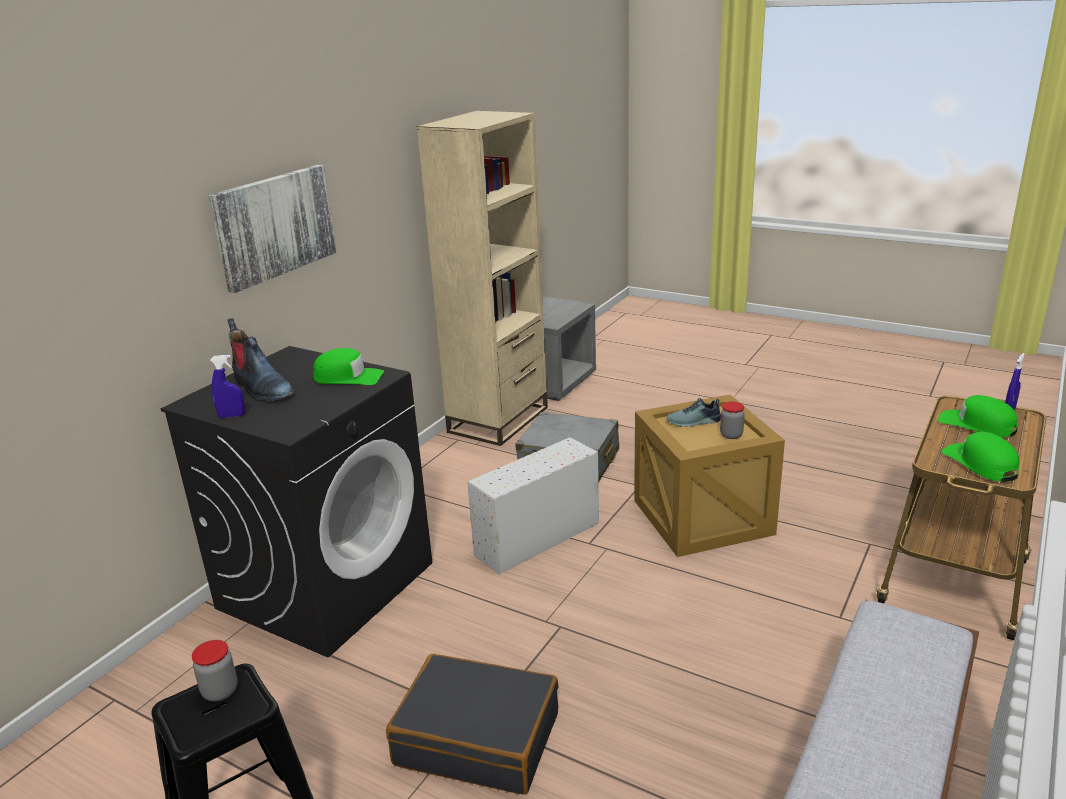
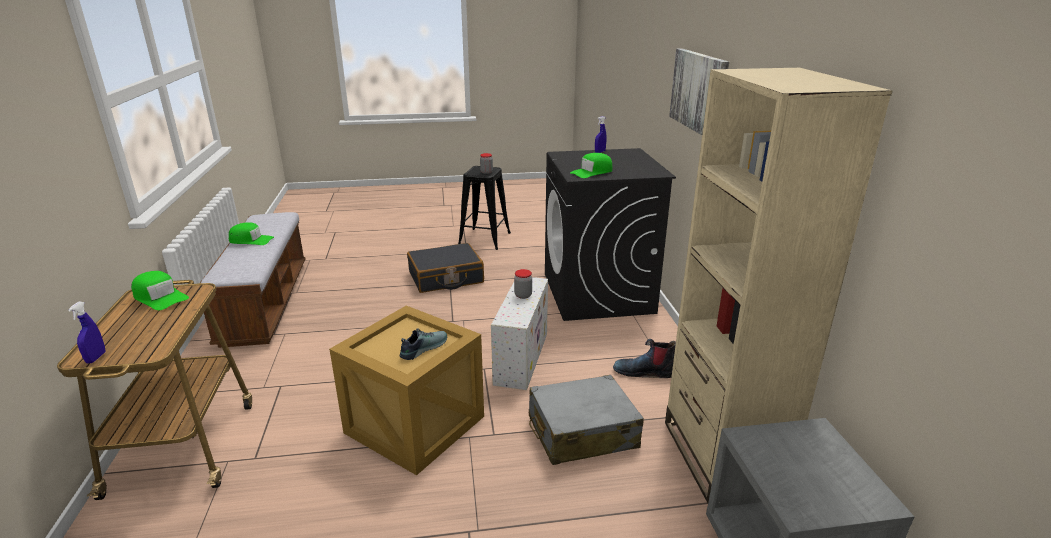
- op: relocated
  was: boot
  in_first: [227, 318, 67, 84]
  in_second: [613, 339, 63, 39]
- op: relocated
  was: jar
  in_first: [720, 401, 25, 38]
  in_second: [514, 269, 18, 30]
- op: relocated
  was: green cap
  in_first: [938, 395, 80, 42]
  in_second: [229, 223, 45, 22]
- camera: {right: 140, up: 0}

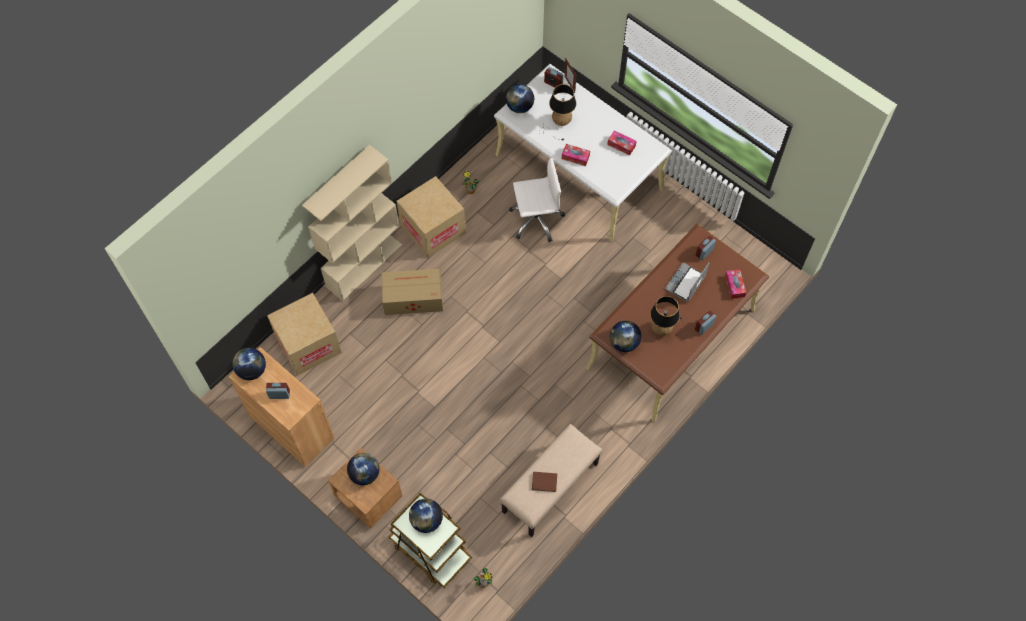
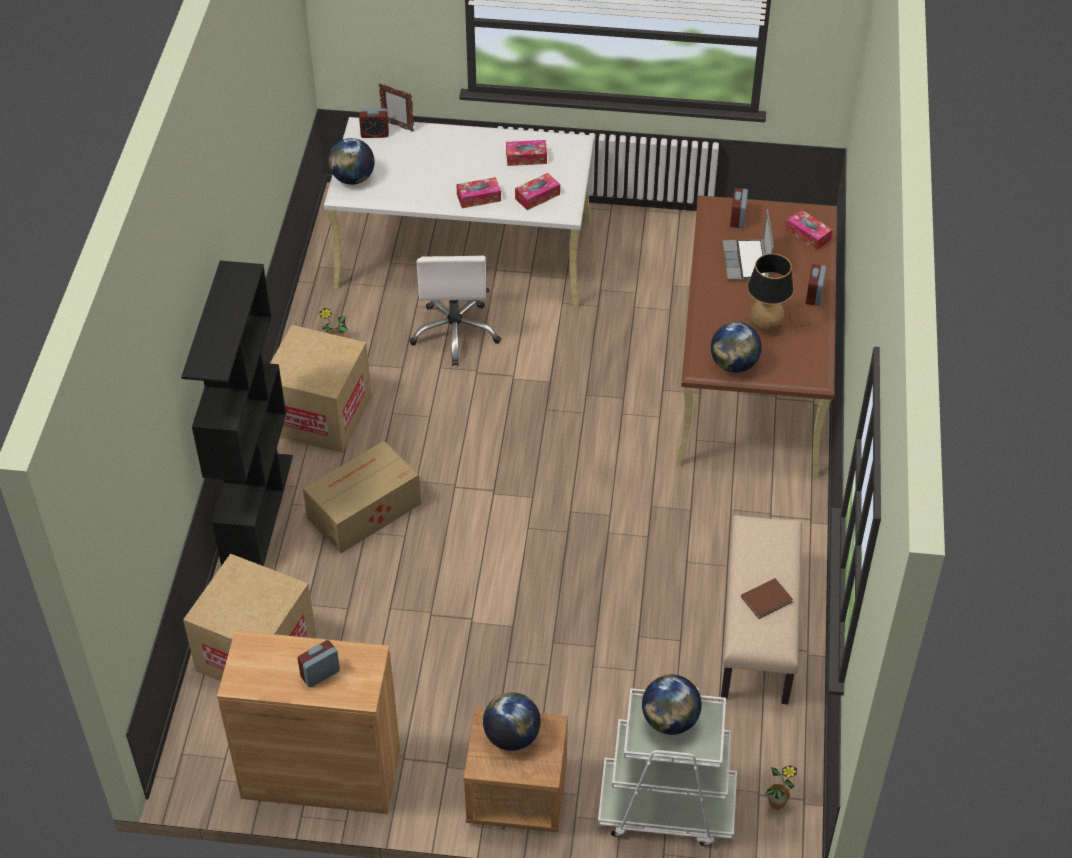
- op: missing
  was: globe
  in_first: [232, 348, 34, 32]
- op: missing
  was: table lamp
  in_first: [539, 84, 37, 56]
- op: appeared
  now: tissue box
  in_second: [515, 173, 45, 37]
- op: colour
  was: beige bookcase
  now: black bookcase
  in_first: [302, 145, 100, 156]
  in_second: [181, 261, 112, 305]
- op: colour
  was: brown cart
  now: white cart
  in_first: [389, 493, 83, 95]
  in_second: [598, 687, 139, 159]
- op: spun
  was: white office chair
  in_first: [509, 158, 56, 84]
  in_second: [409, 255, 92, 111]
  clockwise: 135
- camera: {right: -35, up: -15}

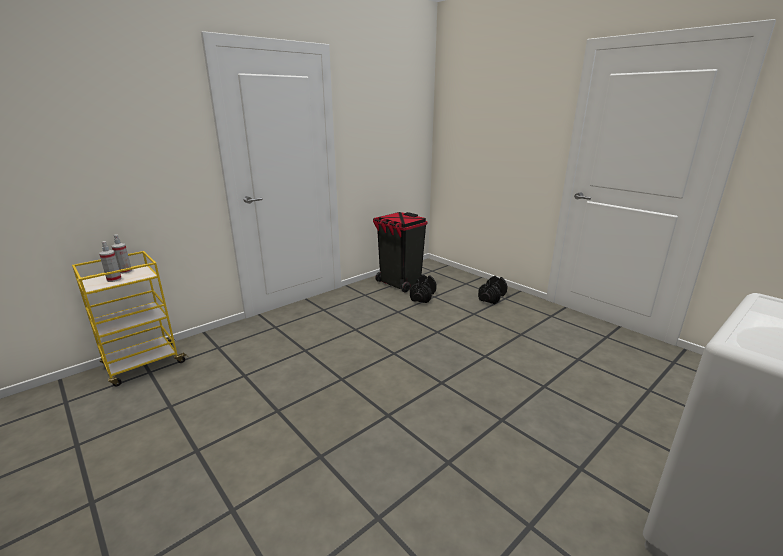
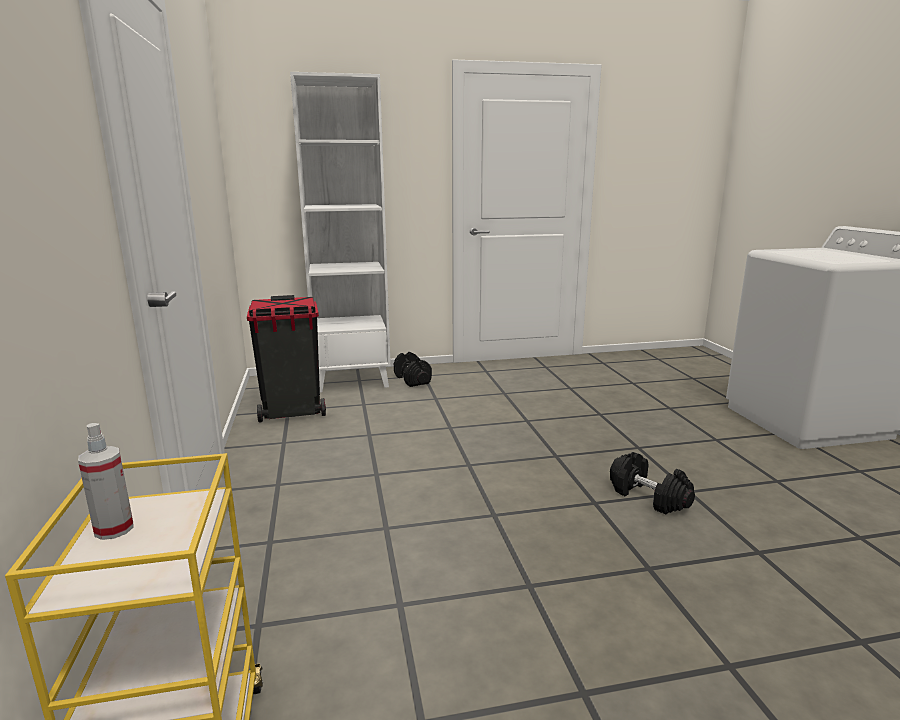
- op: missing
  was: spray bottle
  in_first: [99, 241, 22, 41]
- op: appeared
  now: white bookcase
  in_second: [290, 72, 101, 320]
- op: relocated
  was: black dumbbell
  in_first: [410, 275, 27, 28]
  in_second: [610, 452, 85, 62]
- camera: {right: -60, up: -5}

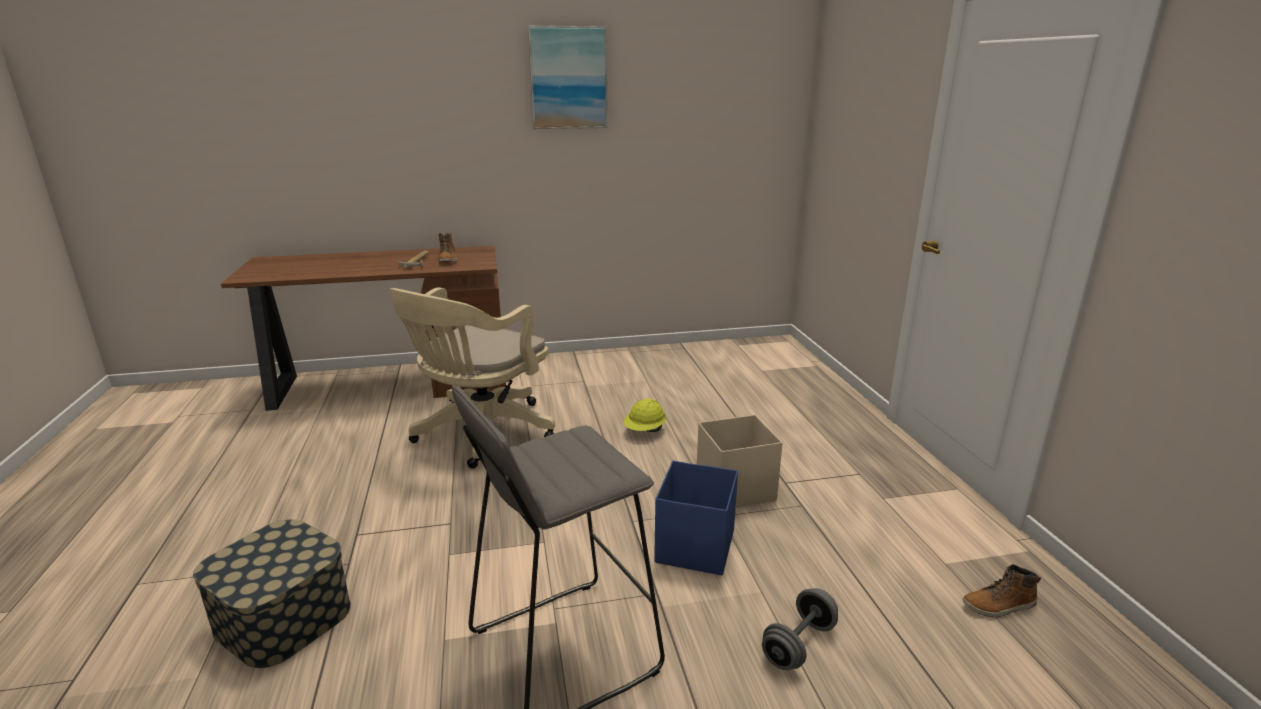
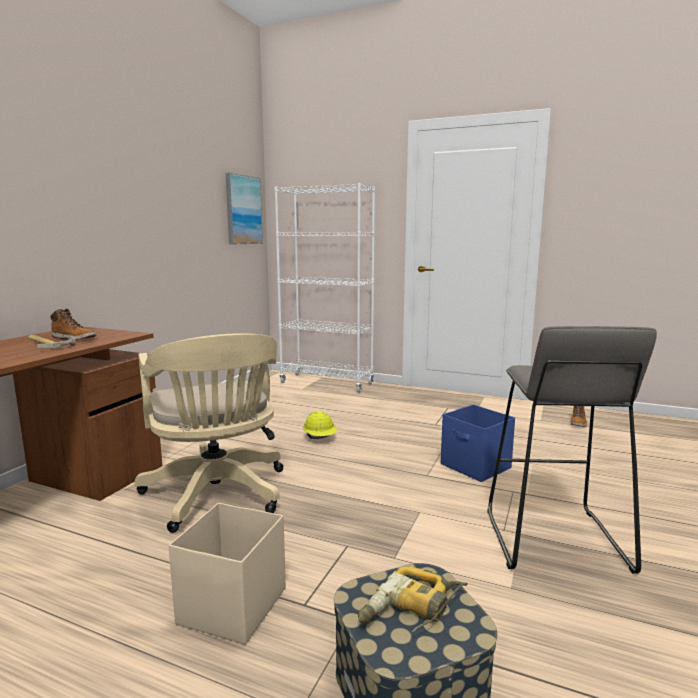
- op: missing
  was: grey dumbbell
  in_first: [762, 588, 76, 82]
- op: appeared
  now: white bookcase
  in_second: [274, 183, 101, 210]
- op: appeared
  now: power drill
  in_second: [358, 566, 110, 67]
- op: relocated
  was: picture
  in_first: [528, 26, 80, 103]
  in_second: [225, 173, 38, 72]
- op: relocated
  was: beige storage box
  in_first: [697, 415, 85, 92]
  in_second: [168, 503, 118, 142]
- camera: {right: -55, up: -10}

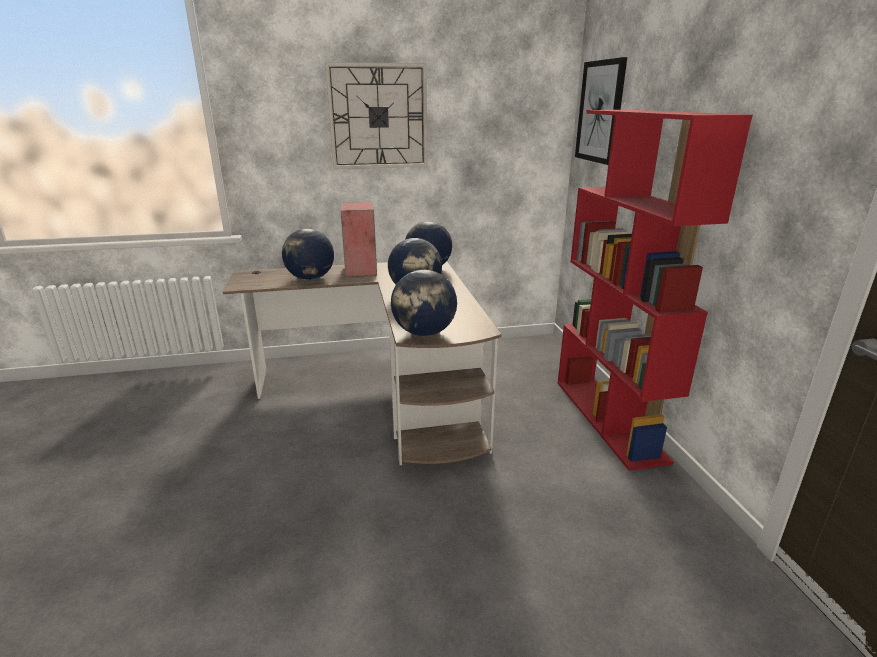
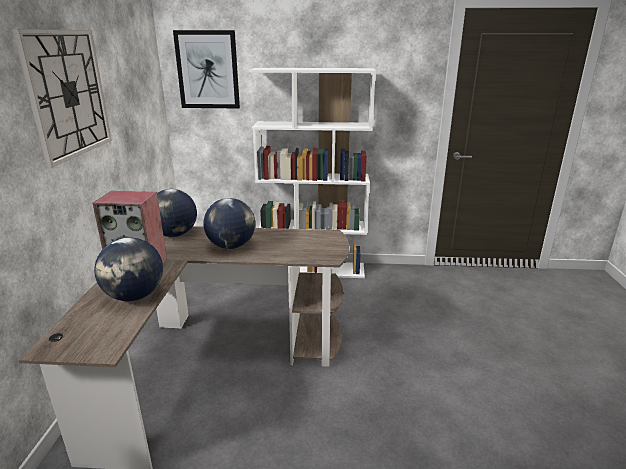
- op: missing
  was: globe
  in_first: [391, 270, 66, 66]
- op: colour
  was: red bookcase
  now: white bookcase
  in_first: [558, 110, 195, 361]
  in_second: [249, 68, 127, 210]
- camera: {right: -75, up: 0}

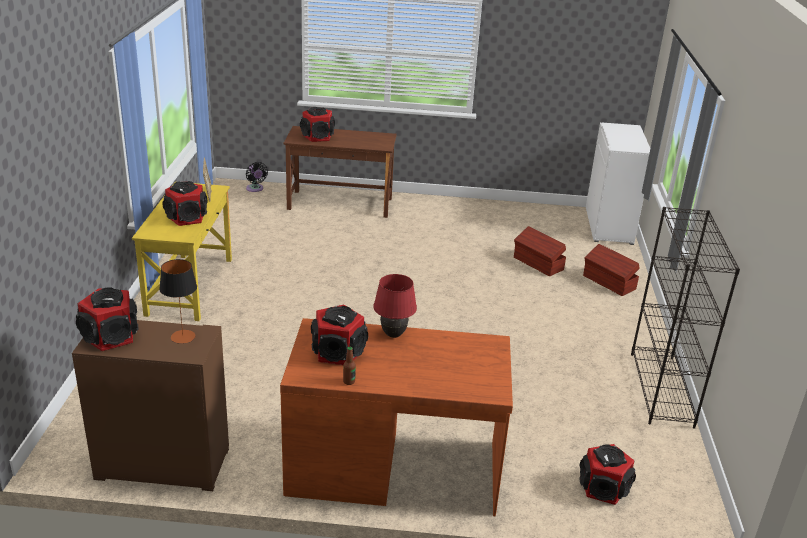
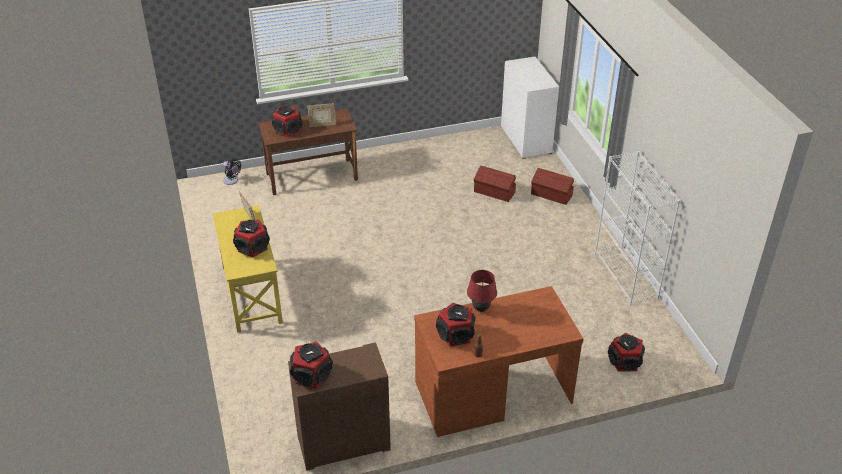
- op: missing
  was: table lamp
  in_first: [159, 259, 38, 85]
- op: appeared
  now: picture frame
  in_second: [307, 103, 29, 24]
- op: colour
  was: black bookcase
  now: white bookcase
  in_first: [631, 207, 109, 222]
  in_second: [595, 151, 86, 155]
- camera: {right: -20, up: 10}

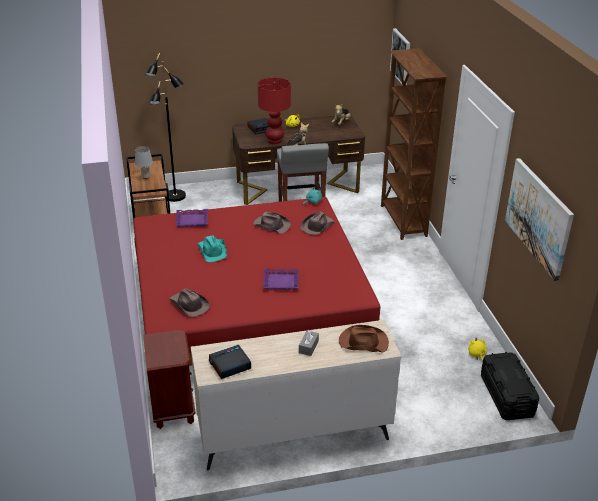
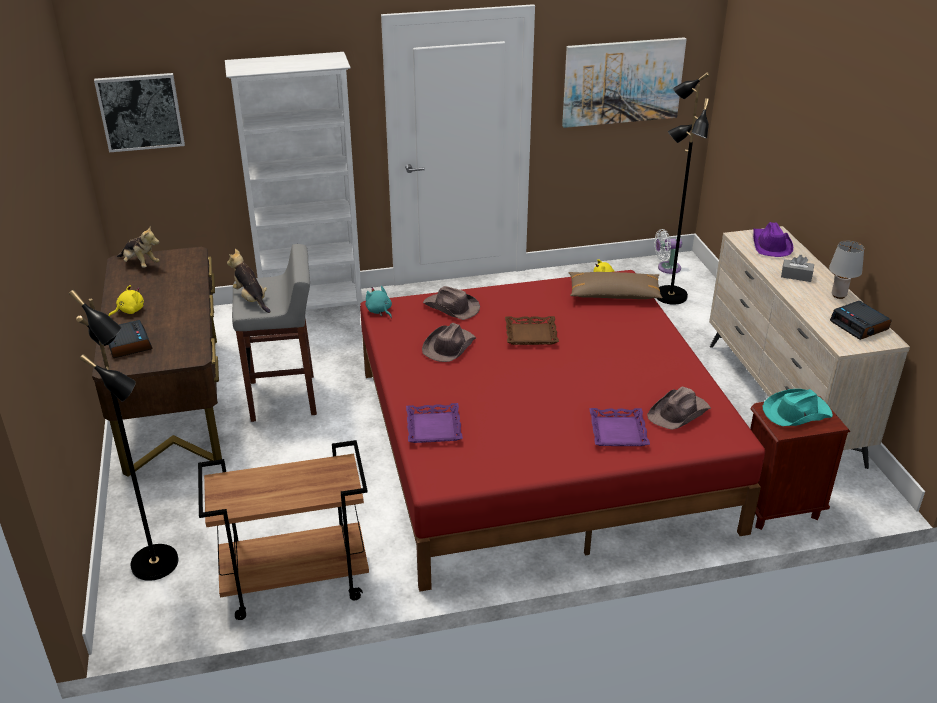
- op: missing
  was: red table lamp
  in_first: [258, 77, 33, 67]
- op: appeared
  now: brown tray
  in_second: [505, 316, 54, 29]
- op: appeared
  now: brown pillow
  in_second: [568, 272, 94, 27]
- op: appeared
  now: black floor lamp
  in_second: [656, 72, 54, 233]
- op: relocated
  was: grey table lamp
  in_first: [135, 146, 18, 33]
  in_second: [829, 241, 35, 58]
- op: relocated
  was: turquoise hat
  in_first: [198, 236, 29, 26]
  in_second: [762, 389, 71, 37]
- op: relocated
  was: purple tray
  in_first: [263, 269, 36, 21]
  in_second: [589, 408, 61, 38]
- op: exchanged
  was: black storage box
  now: white fan
  in_first: [481, 352, 59, 68]
  in_second: [654, 229, 28, 45]
- op: colour
  was: brown hat
  now: purple hat
  in_first: [339, 325, 50, 28]
  in_second: [753, 222, 40, 35]
- op: colour
  was: brown bookcase
  now: white bookcase
  in_first: [381, 48, 66, 192]
  in_second: [225, 52, 137, 259]
- camera: {right: -90, up: 0}

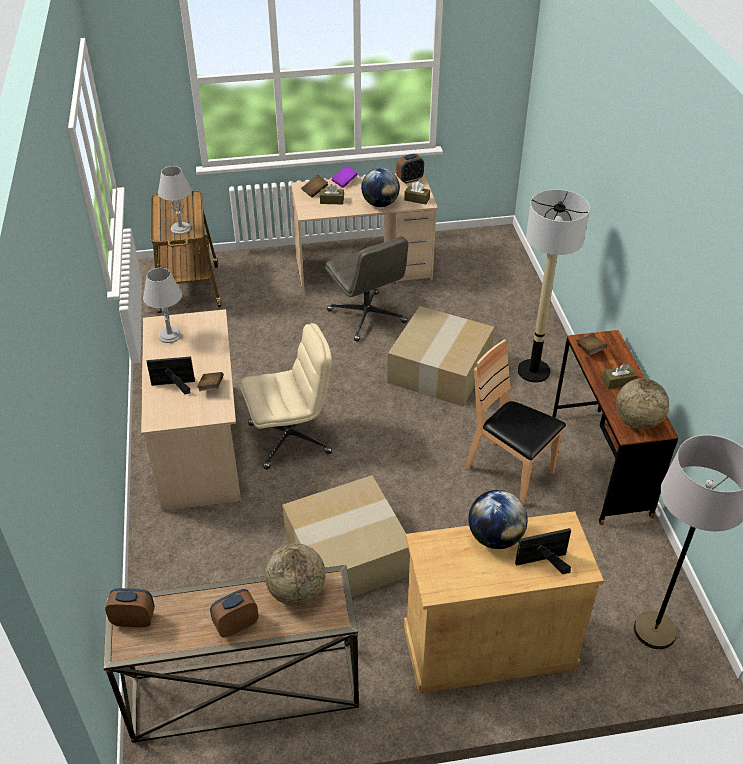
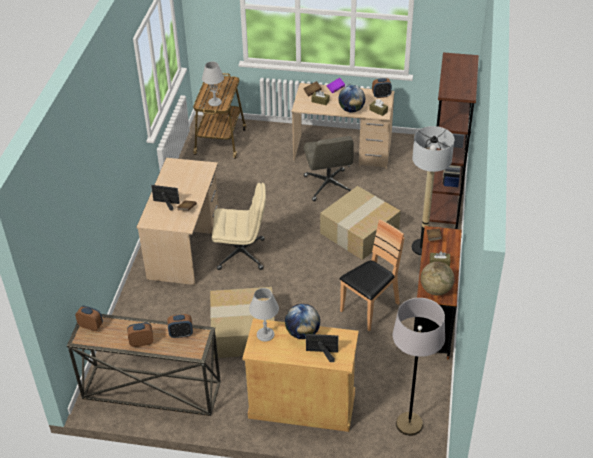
- op: appeared
  now: brown bookcase
  in_second: [429, 52, 50, 177]
- op: relocated
  was: grey table lamp
  in_first: [143, 268, 39, 75]
  in_second: [249, 288, 30, 54]
- op: exchanged
  was: globe
  now: alarm clock
  in_first: [264, 543, 62, 63]
  in_second: [167, 314, 26, 24]
- op: spun
  was: brown chair
  in_first: [465, 339, 101, 166]
  in_second: [339, 220, 66, 111]
  clockwise: 75
- camera: {right: 20, up: 0}

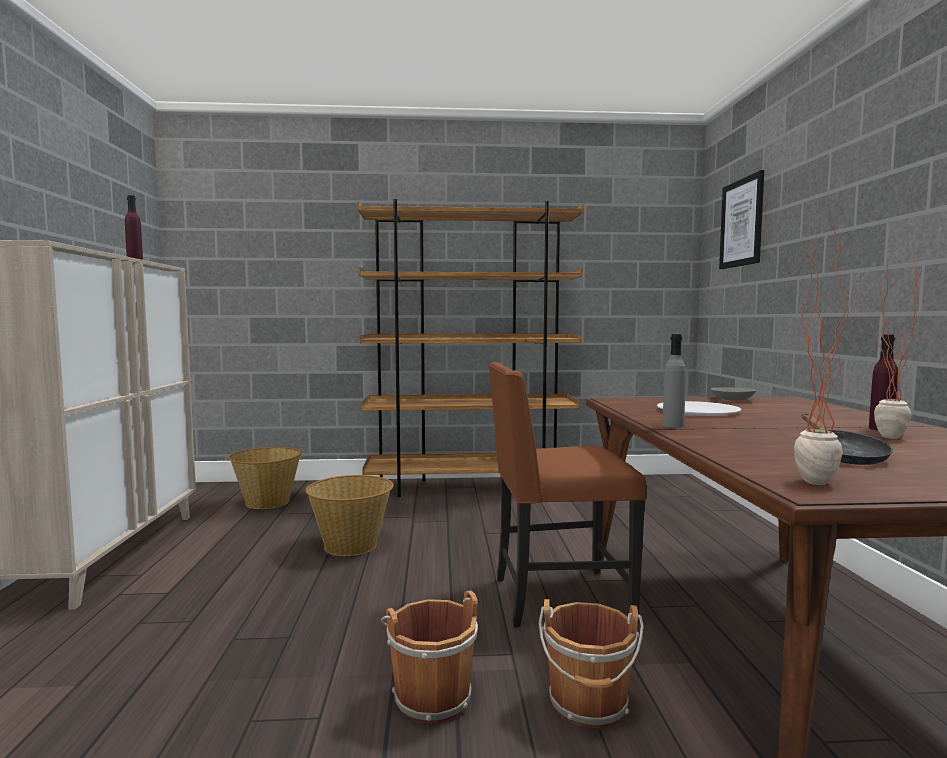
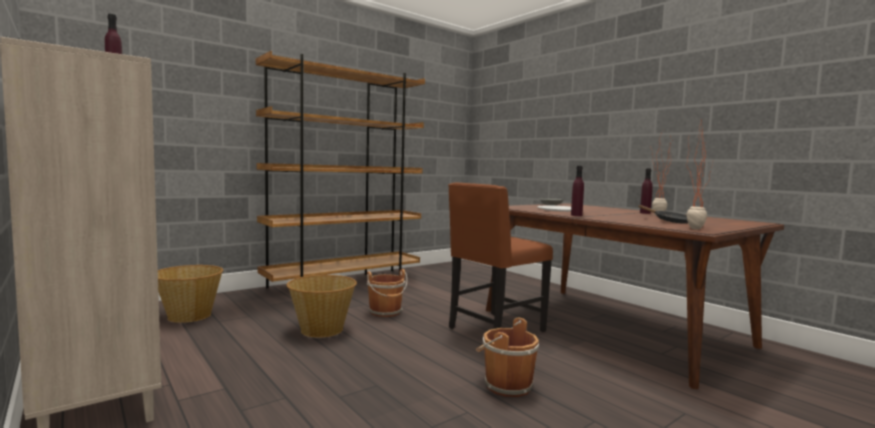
- op: missing
  was: picture
  in_first: [719, 170, 45, 99]
- op: relocated
  was: brown bucket
  in_first: [539, 599, 105, 129]
  in_second: [367, 269, 40, 48]
- op: colour
  was: grey bottle
  now: purple bottle
  in_first: [663, 334, 23, 94]
  in_second: [571, 166, 13, 50]
- camera: {right: -35, up: 0}

